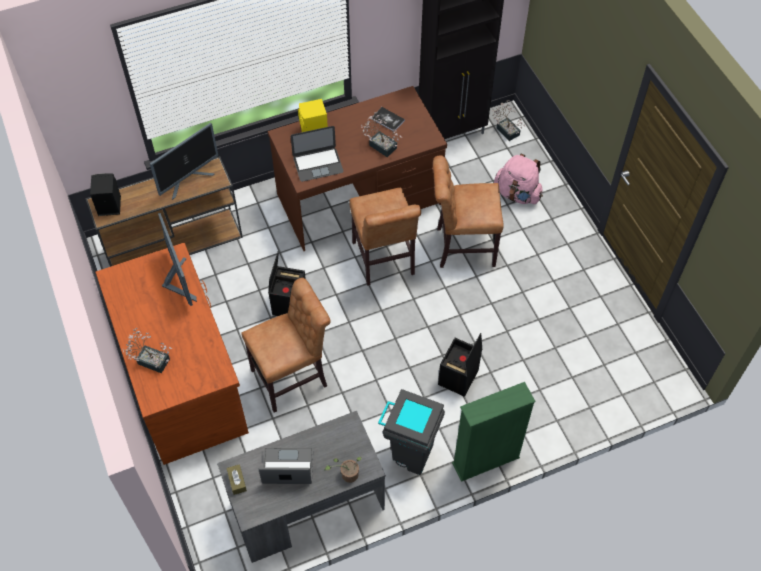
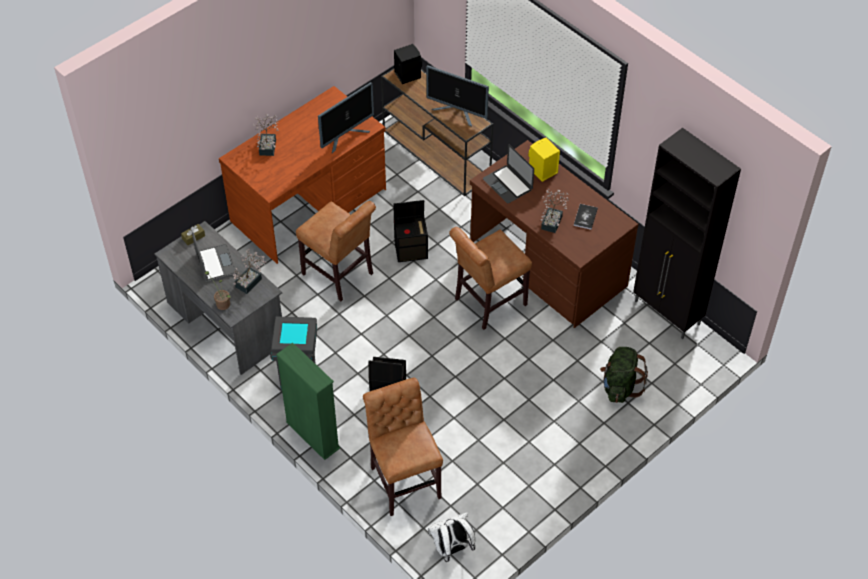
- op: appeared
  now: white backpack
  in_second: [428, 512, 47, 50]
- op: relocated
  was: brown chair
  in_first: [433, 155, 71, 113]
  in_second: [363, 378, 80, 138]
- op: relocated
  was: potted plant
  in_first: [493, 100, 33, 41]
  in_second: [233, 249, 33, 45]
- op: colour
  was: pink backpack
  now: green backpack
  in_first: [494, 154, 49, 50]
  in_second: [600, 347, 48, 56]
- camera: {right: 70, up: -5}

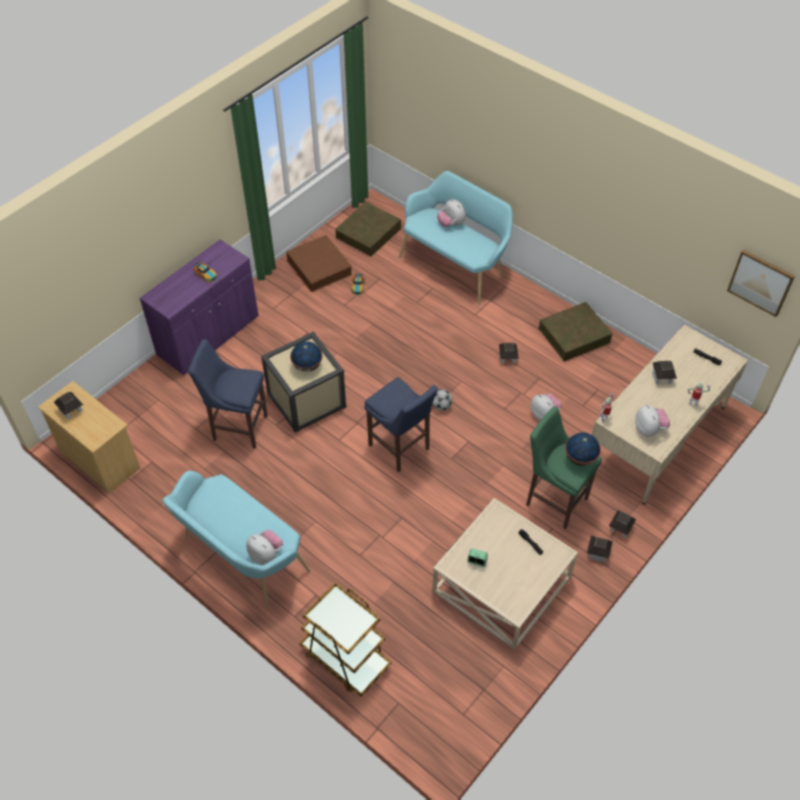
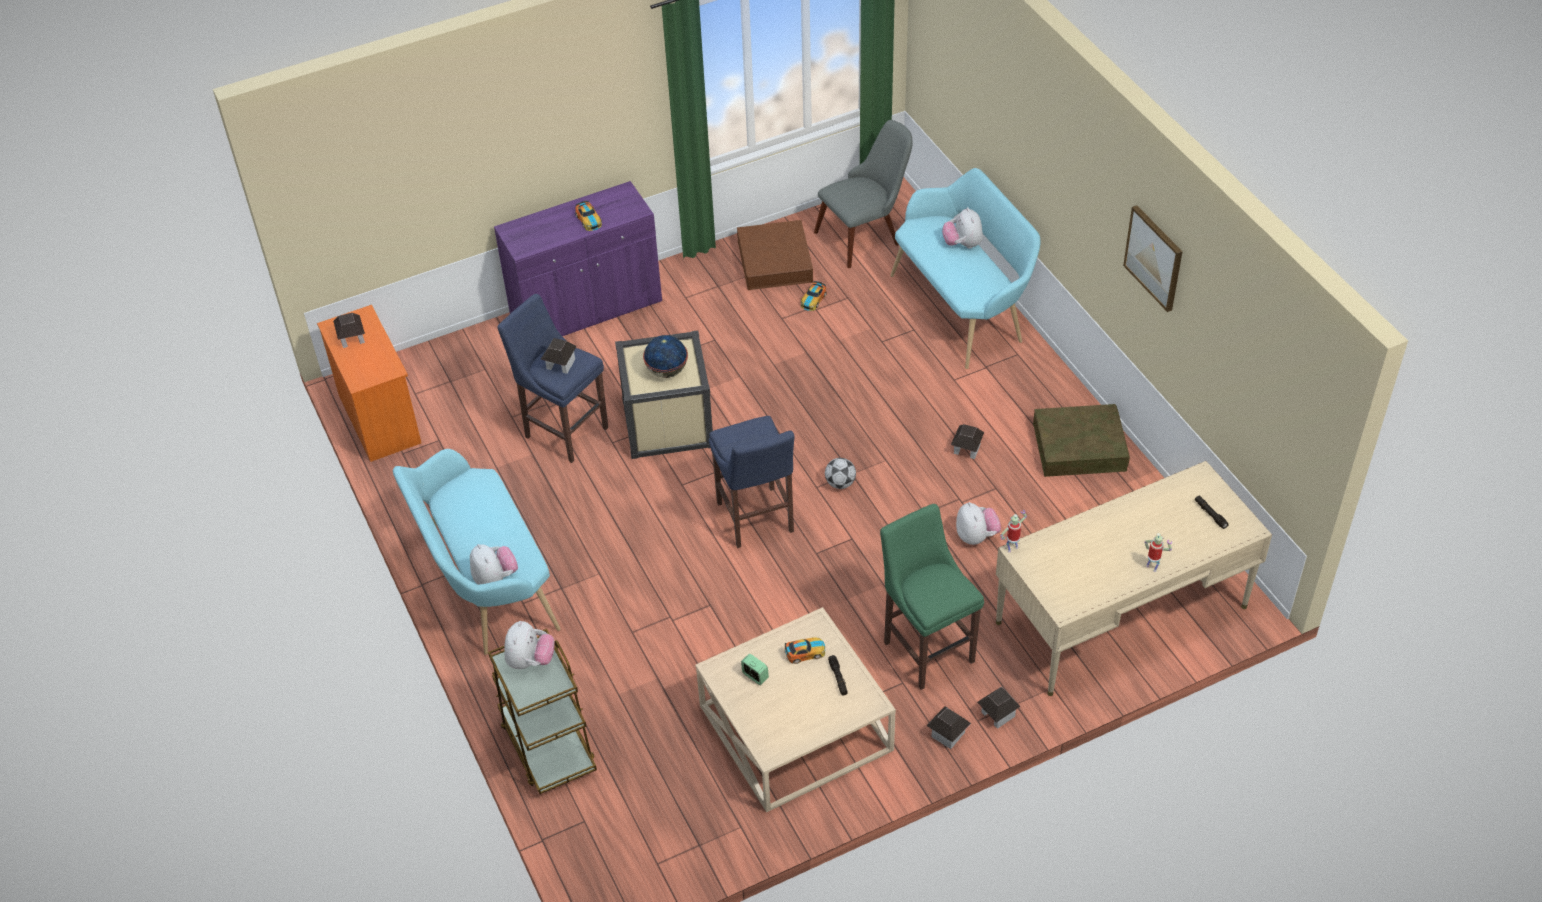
- op: missing
  was: globe
  in_first: [565, 432, 36, 34]
- op: appeared
  now: toy car
  in_second: [784, 637, 41, 27]
- op: relocated
  was: plush toy
  in_first: [635, 405, 35, 31]
  in_second: [504, 621, 51, 48]
- op: relocated
  was: toy house
  in_first: [652, 361, 25, 23]
  in_second: [541, 338, 36, 36]
- op: relocated
  was: picture
  in_first: [727, 250, 68, 67]
  in_second: [1123, 205, 60, 107]
- op: exchanged
  was: brown storage box
  now: grey chair
  in_first: [335, 202, 66, 55]
  in_second: [814, 120, 99, 148]
- op: colour
  was: beige dresser
  now: orange dresser
  in_first: [38, 381, 102, 113]
  in_second: [317, 305, 104, 157]
- camera: {right: 25, up: -5}

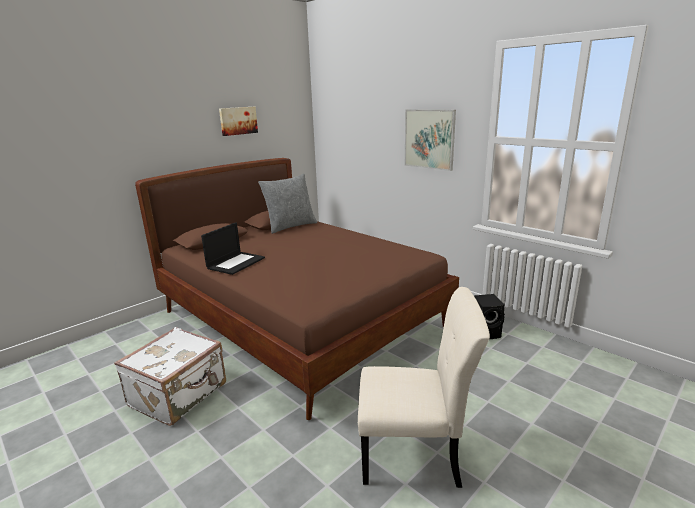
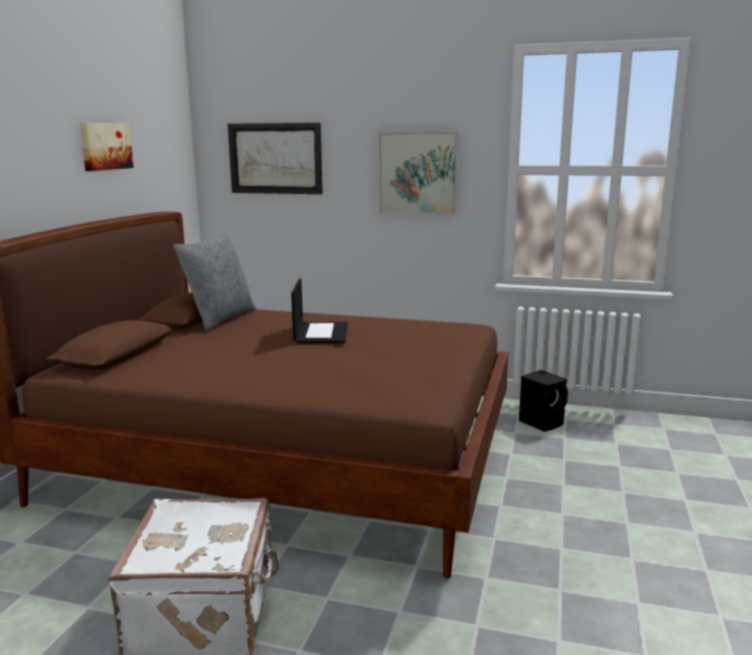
- op: missing
  was: beige chair
  in_first: [358, 287, 132, 201]
- op: appeared
  now: picture
  in_second: [228, 123, 95, 71]
- op: relocated
  was: laptop
  in_first: [201, 222, 64, 53]
  in_second: [291, 278, 57, 66]
- camera: {right: -30, up: -5}

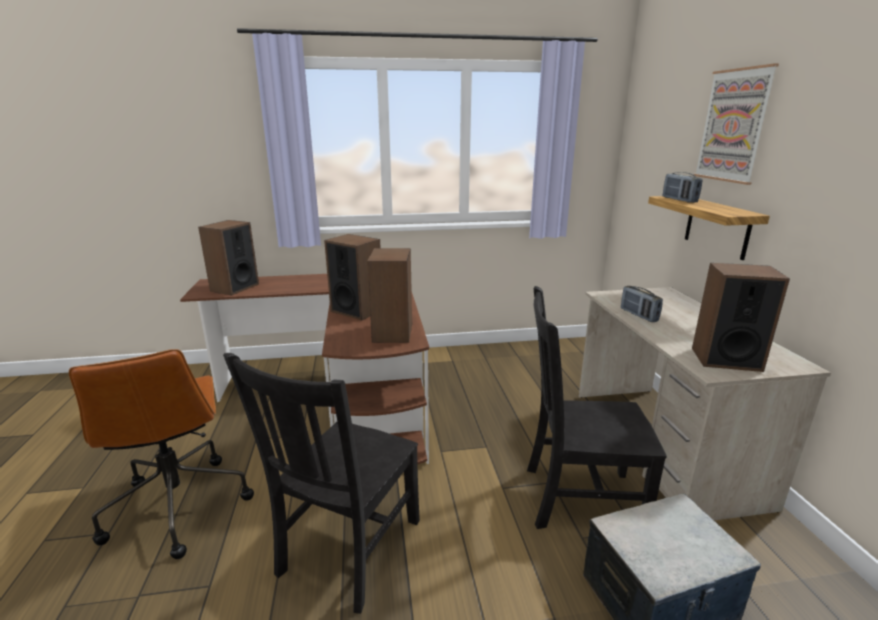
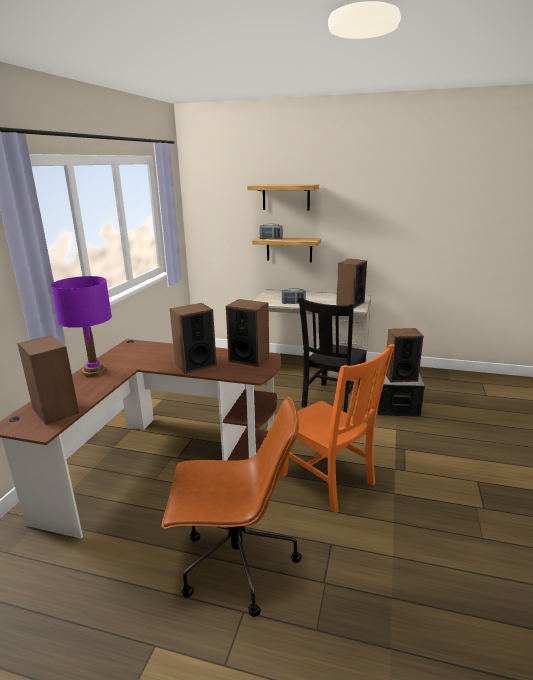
- op: appeared
  now: purple table lamp
  in_second: [51, 276, 61, 101]
- op: appeared
  now: speaker
  in_second: [386, 328, 37, 54]
- op: exchanged
  was: picture
  now: shelf
  in_first: [694, 64, 85, 121]
  in_second: [247, 184, 72, 27]
- op: colour
  was: black chair
  now: orange chair
  in_first: [223, 353, 197, 261]
  in_second: [280, 344, 114, 169]
- camera: {right: -65, up: 0}

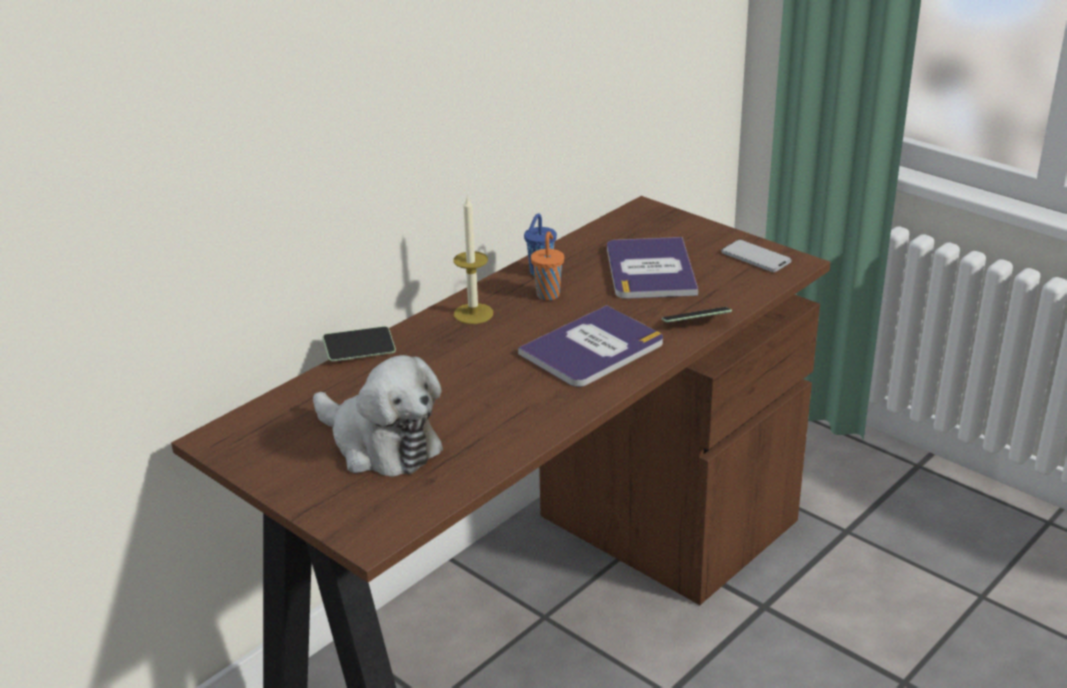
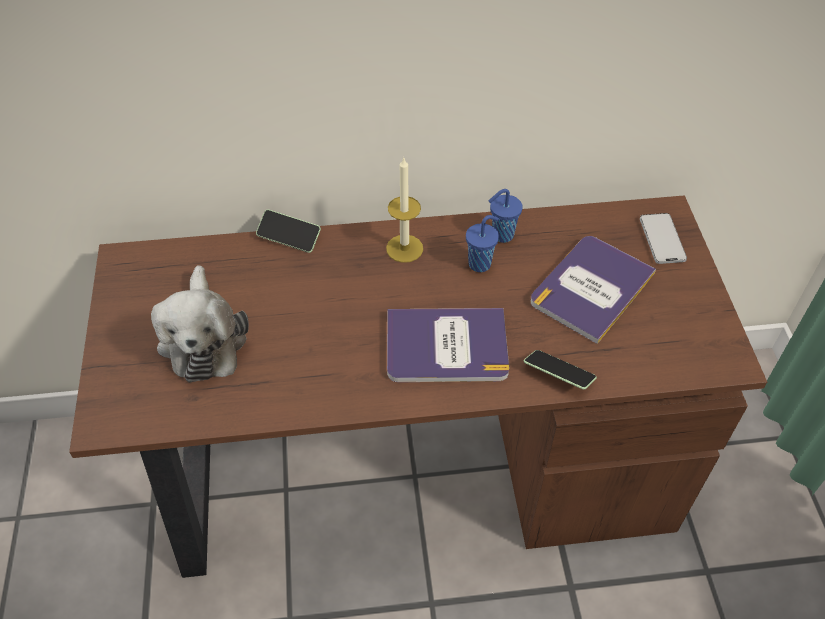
- op: relocated
  was: phone
  in_first: [722, 239, 70, 33]
  in_second: [640, 213, 47, 51]
- op: colour
  was: orange cup
  now: blue cup
  in_first: [531, 232, 33, 68]
  in_second: [466, 215, 33, 57]
- camera: {right: 40, up: 20}

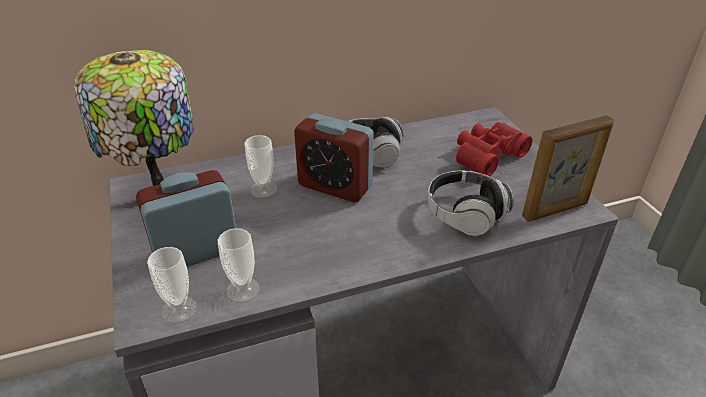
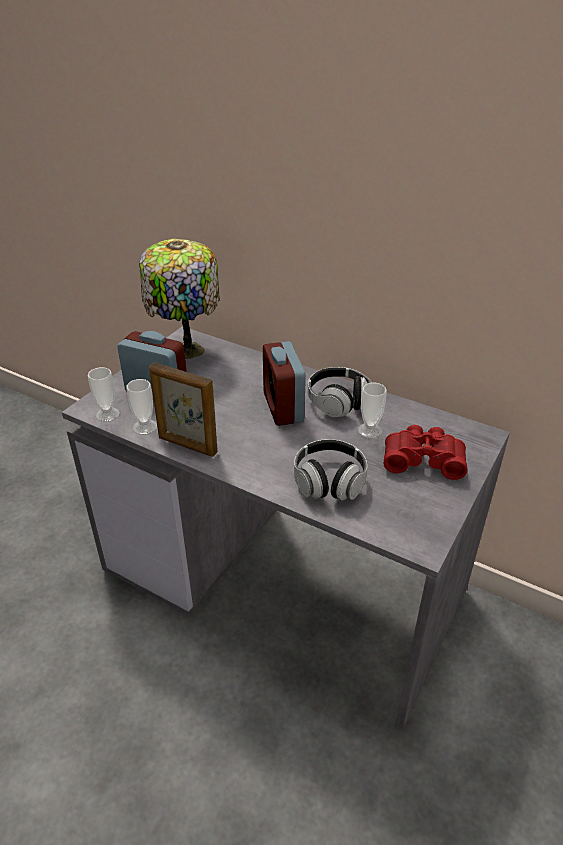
- op: relocated
  was: cup
  in_first: [244, 135, 33, 63]
  in_second: [358, 382, 29, 57]
- op: relocated
  was: picture frame
  in_first: [522, 115, 92, 106]
  in_second: [149, 362, 69, 95]
- camera: {right: 50, up: 0}

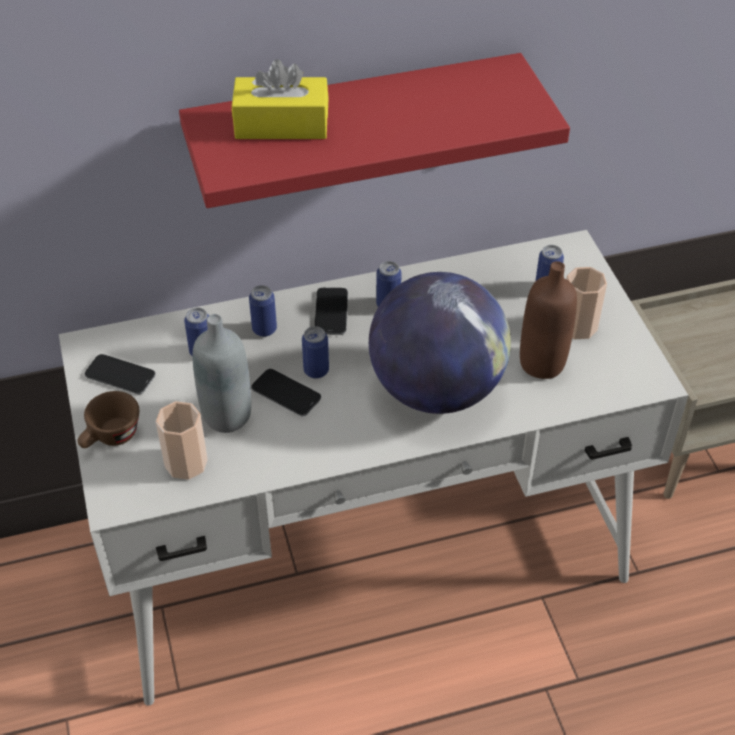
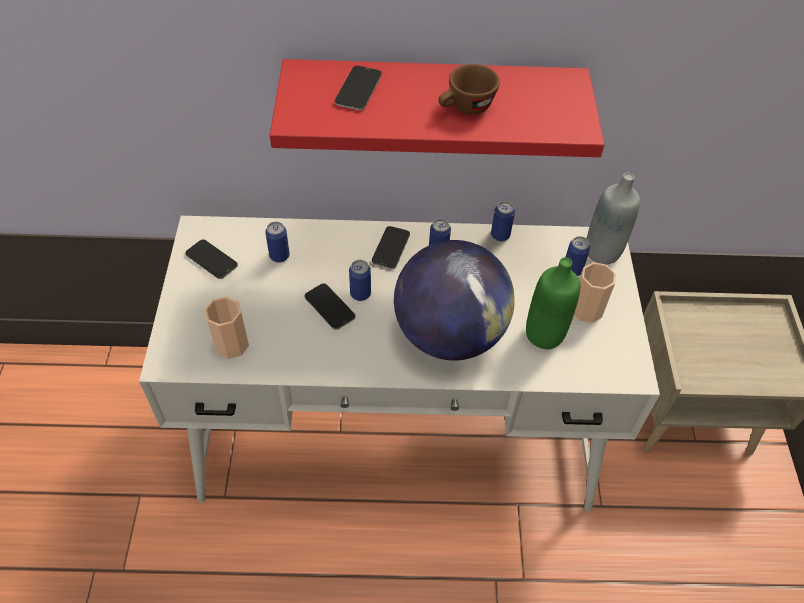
- op: relocated
  was: brown cup
  in_first: [77, 391, 62, 57]
  in_second: [438, 64, 62, 50]
- op: relocated
  was: grey bottle
  in_first: [192, 314, 59, 119]
  in_second: [587, 172, 53, 93]
- op: relocated
  was: can
  in_first: [249, 285, 28, 52]
  in_second: [491, 201, 24, 40]
- op: exchanged
  was: yellow tissue box
  now: phone
  in_first: [232, 59, 97, 80]
  in_second: [335, 66, 47, 44]
- op: colour
  was: brown bottle
  now: green bottle
  in_first: [520, 261, 57, 118]
  in_second: [526, 257, 54, 92]
- camera: {right: 15, up: 5}

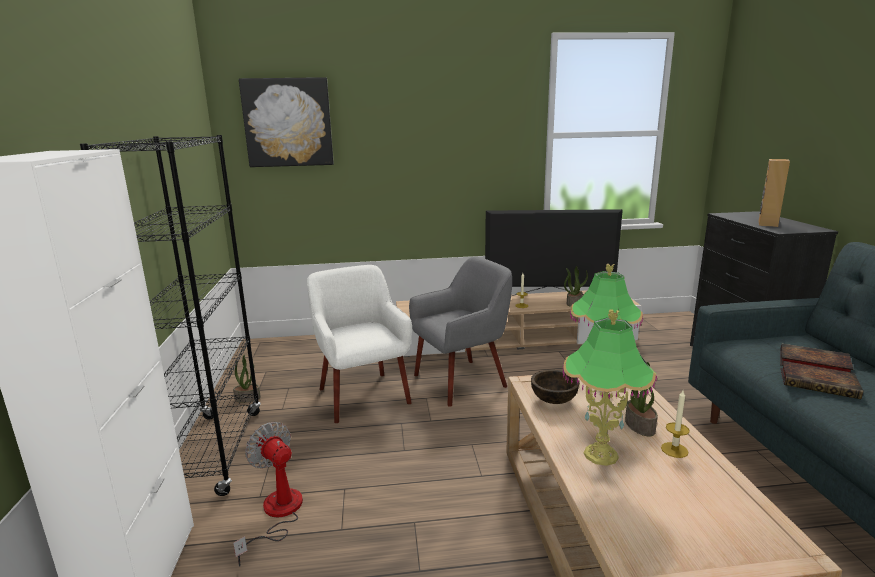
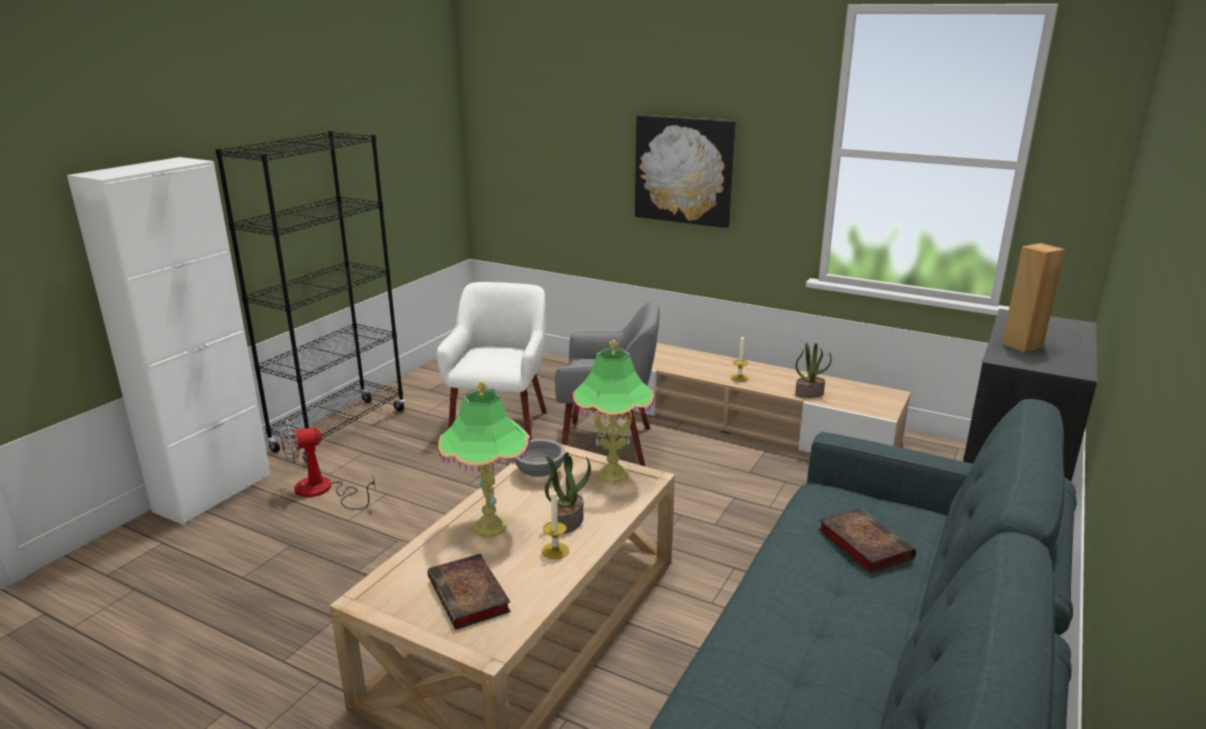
- op: missing
  was: potted plant
  in_first: [233, 355, 28, 48]
- op: missing
  was: television
  in_first: [485, 209, 138, 87]
- op: relocated
  was: picture
  in_first: [239, 77, 95, 90]
  in_second: [635, 115, 101, 113]
- op: relocated
  was: book
  in_first: [781, 361, 82, 38]
  in_second: [428, 554, 83, 75]
- op: colour
  was: brown bowl
  now: grey bowl
  in_first: [531, 370, 48, 34]
  in_second: [514, 439, 51, 38]
- op: spun
  was: fan
  in_first: [233, 422, 70, 145]
  in_second: [280, 419, 96, 91]
  clockwise: -105
- camera: {right: 35, up: 5}

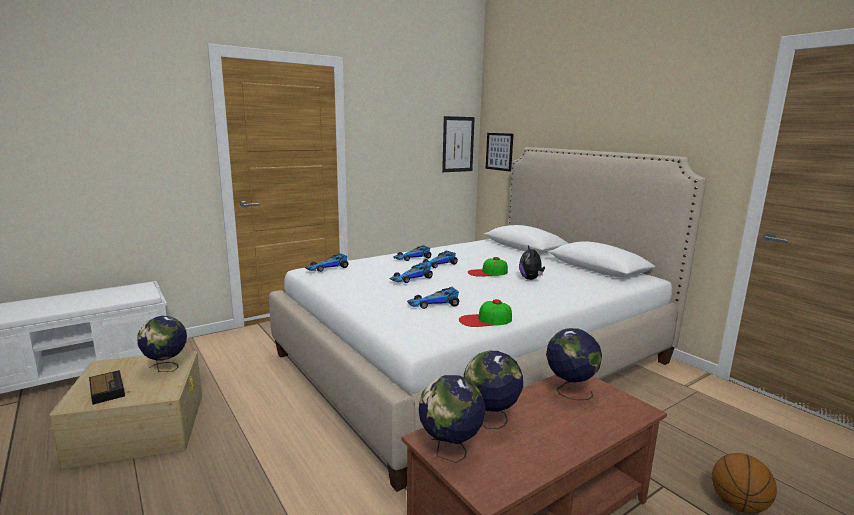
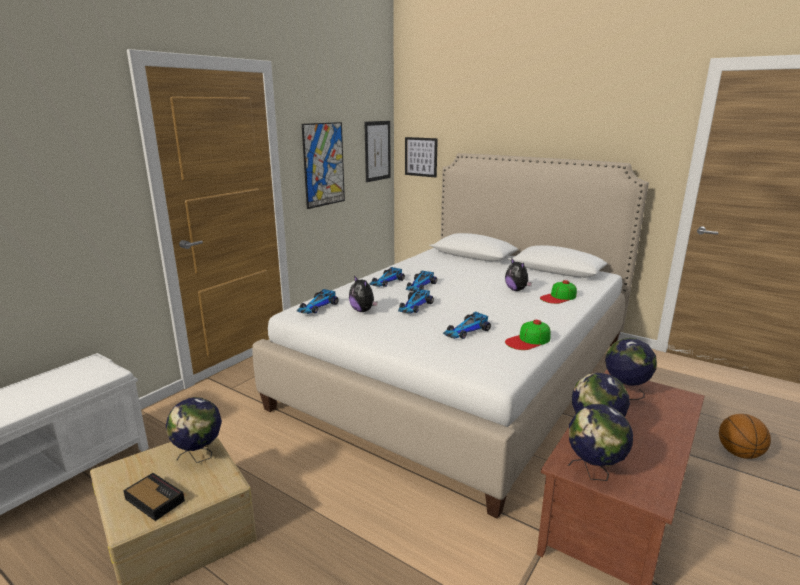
- op: appeared
  now: picture
  in_second: [302, 122, 43, 87]
- op: appeared
  now: plush toy
  in_second: [349, 275, 29, 37]
- op: relocated
  was: cap
  in_first: [468, 257, 40, 20]
  in_second: [540, 280, 37, 24]
- camera: {right: -20, up: 5}

